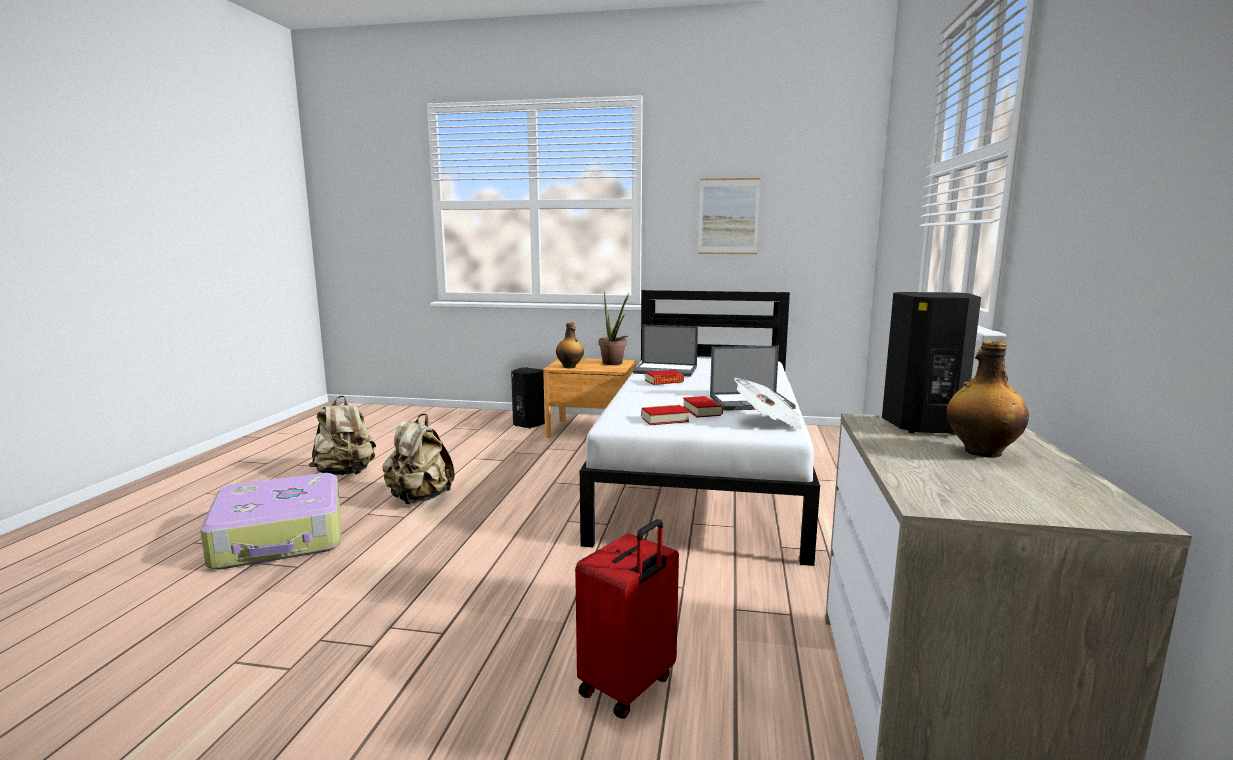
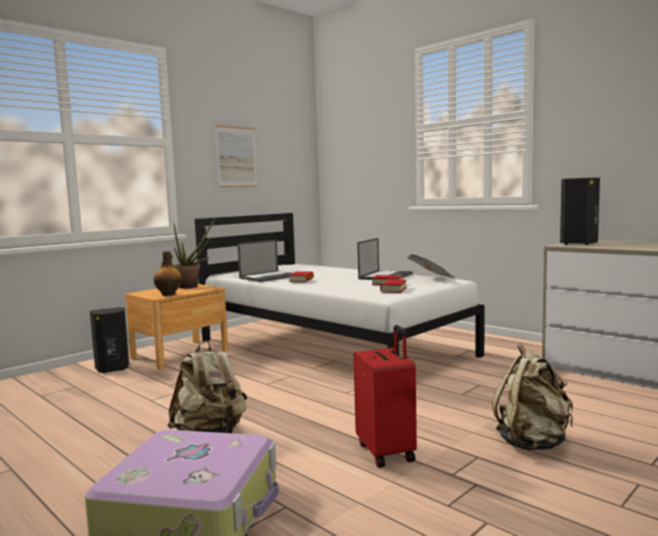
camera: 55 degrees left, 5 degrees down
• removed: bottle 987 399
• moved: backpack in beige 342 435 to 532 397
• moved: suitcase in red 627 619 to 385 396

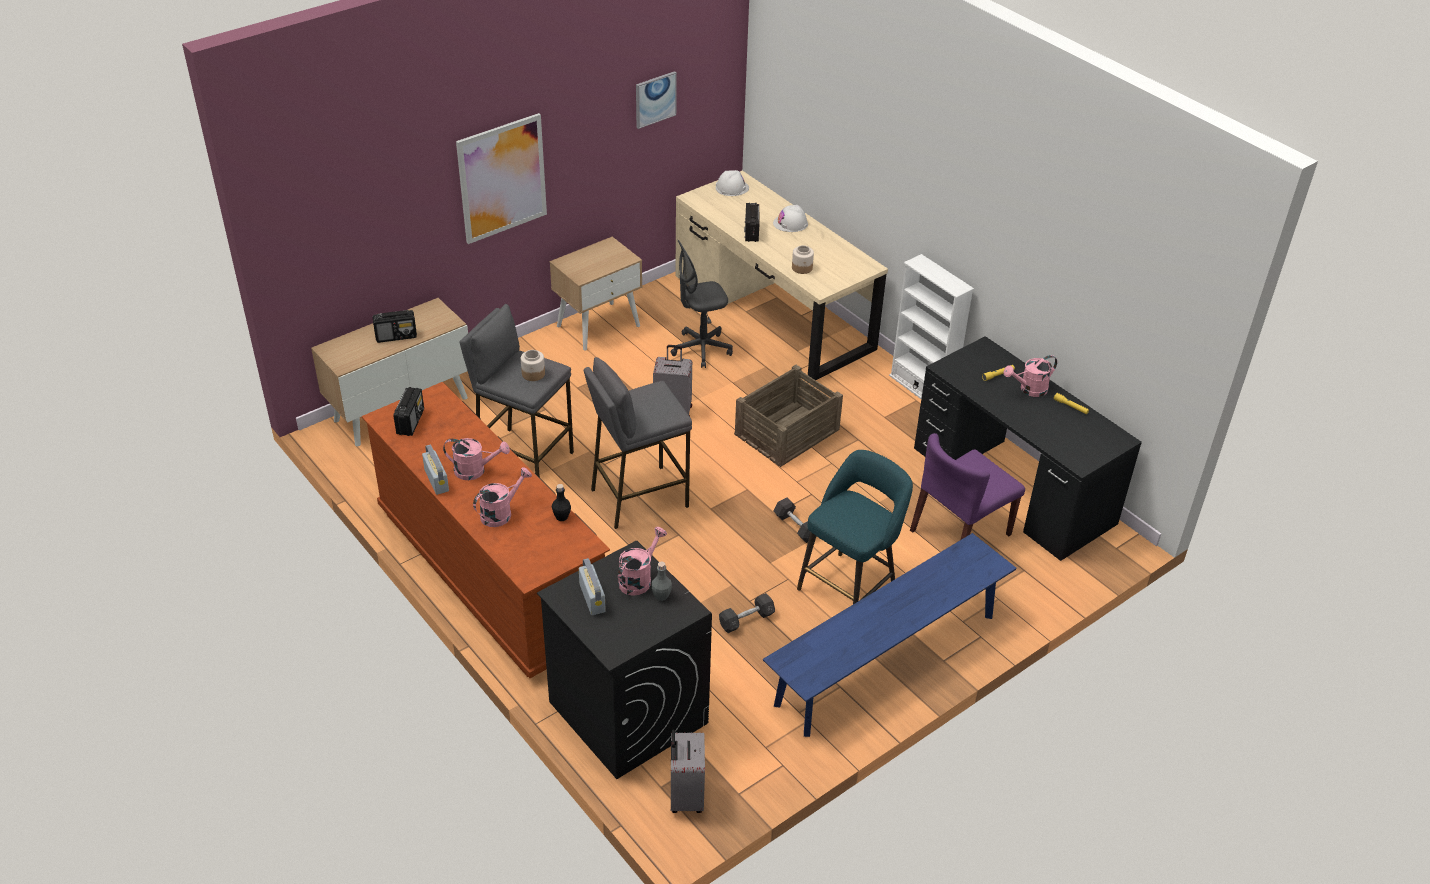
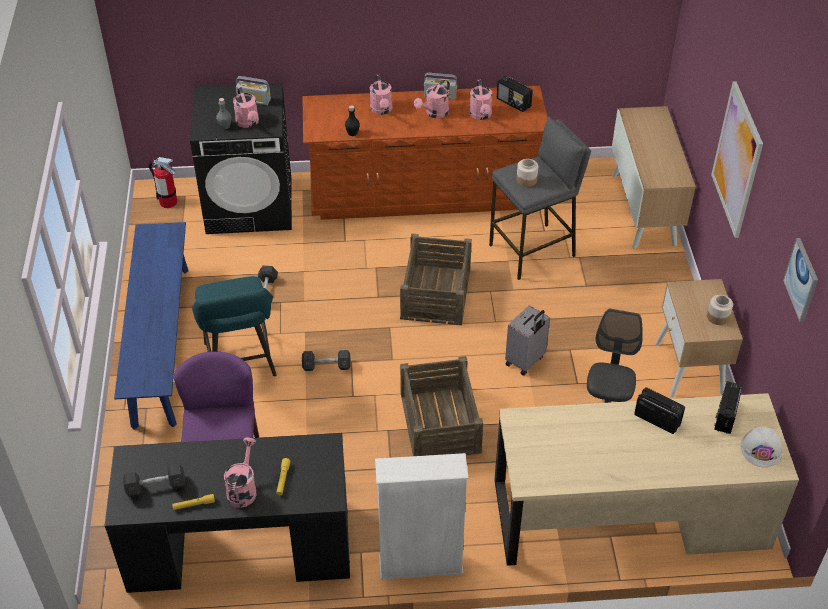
camera: 125 degrees right, 5 degrees up
• removed: hard hat in white 790 218
• added: dumbbell in grey 154 480
• added: watering can in pink 480 100
• moved: radio 395 326 to 728 407
• moved: jar 803 259 to 720 310
• replaced: stool in grey 638 443 to crate 436 279
• replaced: suitcase in grey 688 771 to fire extinguisher 163 182

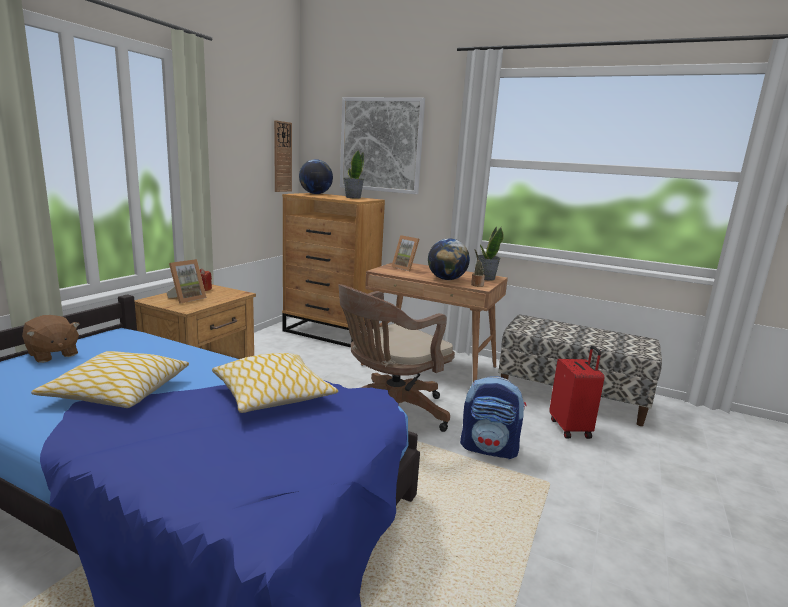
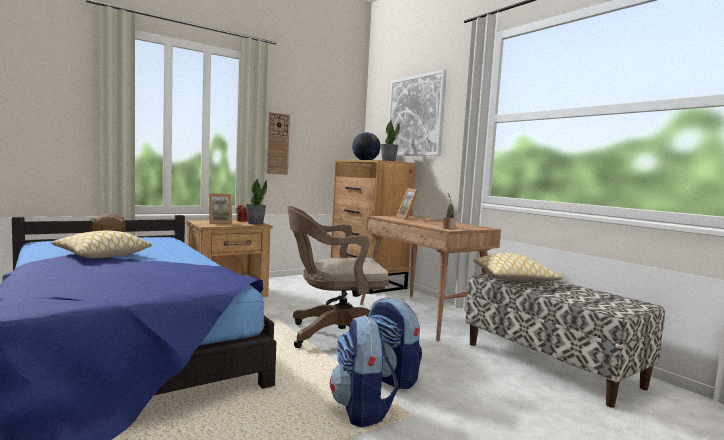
camera: 30 degrees right, 10 degrees down
• removed: globe 449 259
• removed: suitcase in red 576 392
• added: backpack 364 371
• moved: pillow 275 383 to 518 267
• moved: wall clock 283 156 to 278 143
• moved: potted plant 490 253 to 256 202

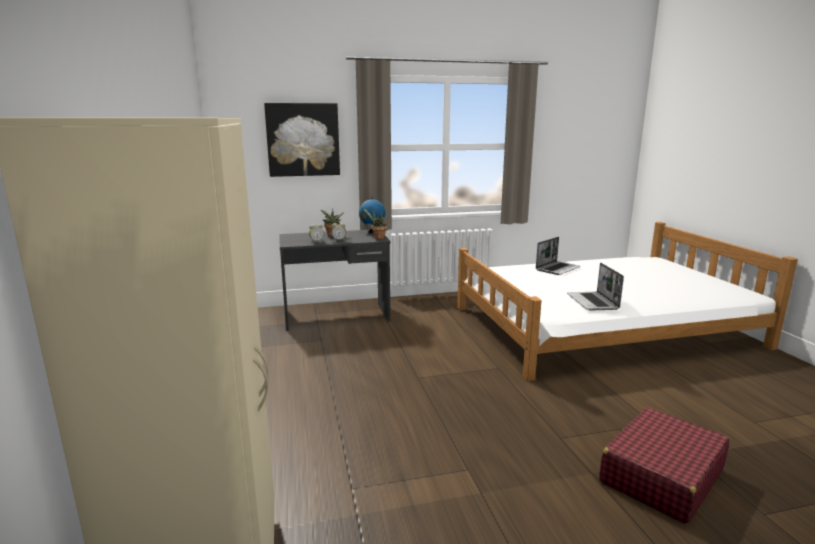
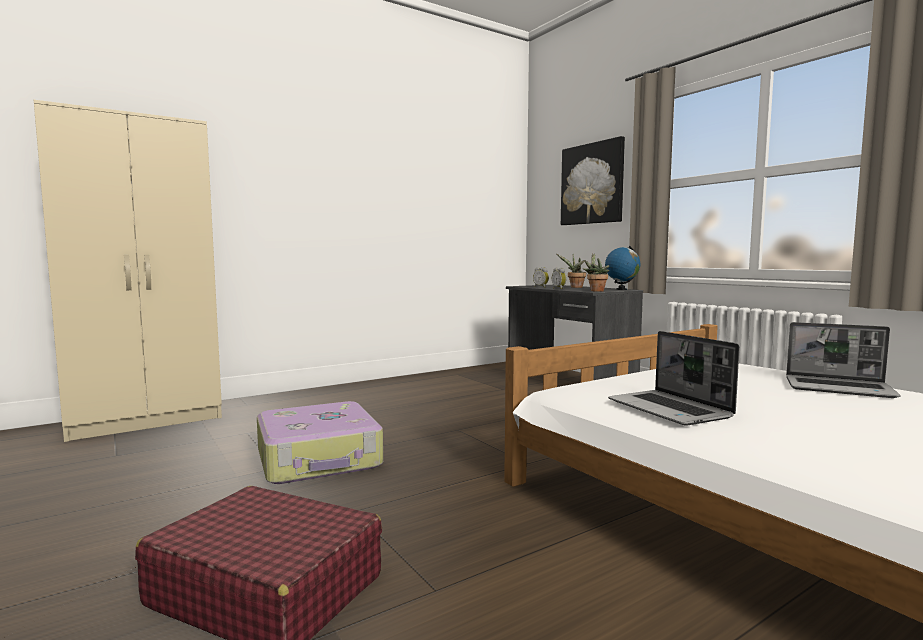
camera: 70 degrees right, 10 degrees down
• added: suitcase 320 442
• turned: laptop 595 286 = 674 378 90 degrees counterclockwise

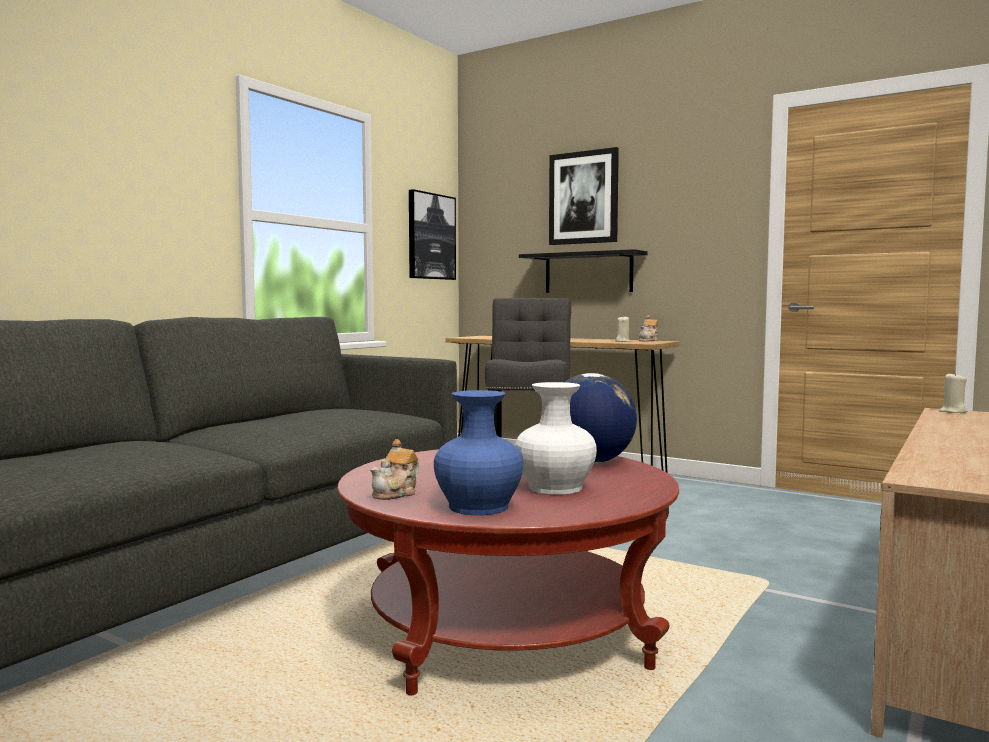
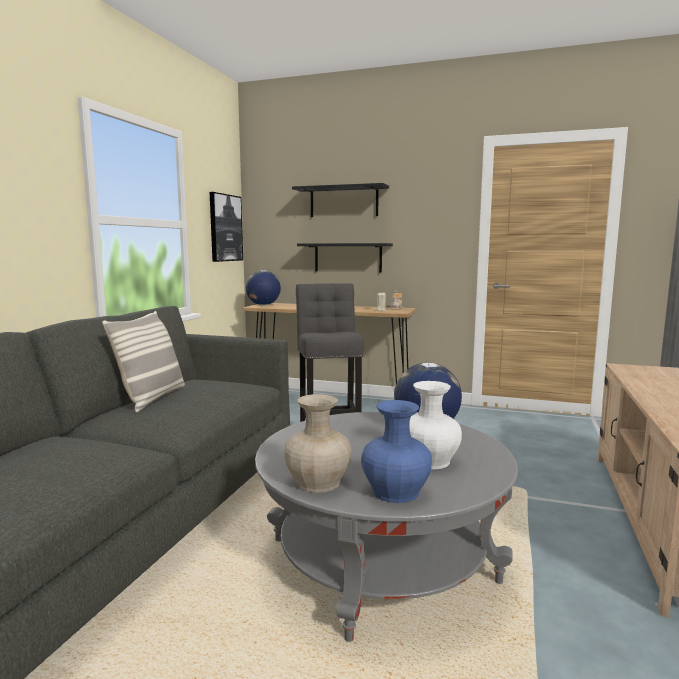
camera: 15 degrees left, 5 degrees up
• removed: candle in beige 953 392
• added: pillow 143 362
• added: globe 263 287
• replaced: teapot 394 469 to vase in beige 318 443
• replaced: picture 584 196 to shelf in black 340 200
• recoloured: coffee table in red 508 572 to coffee table in grey 386 527

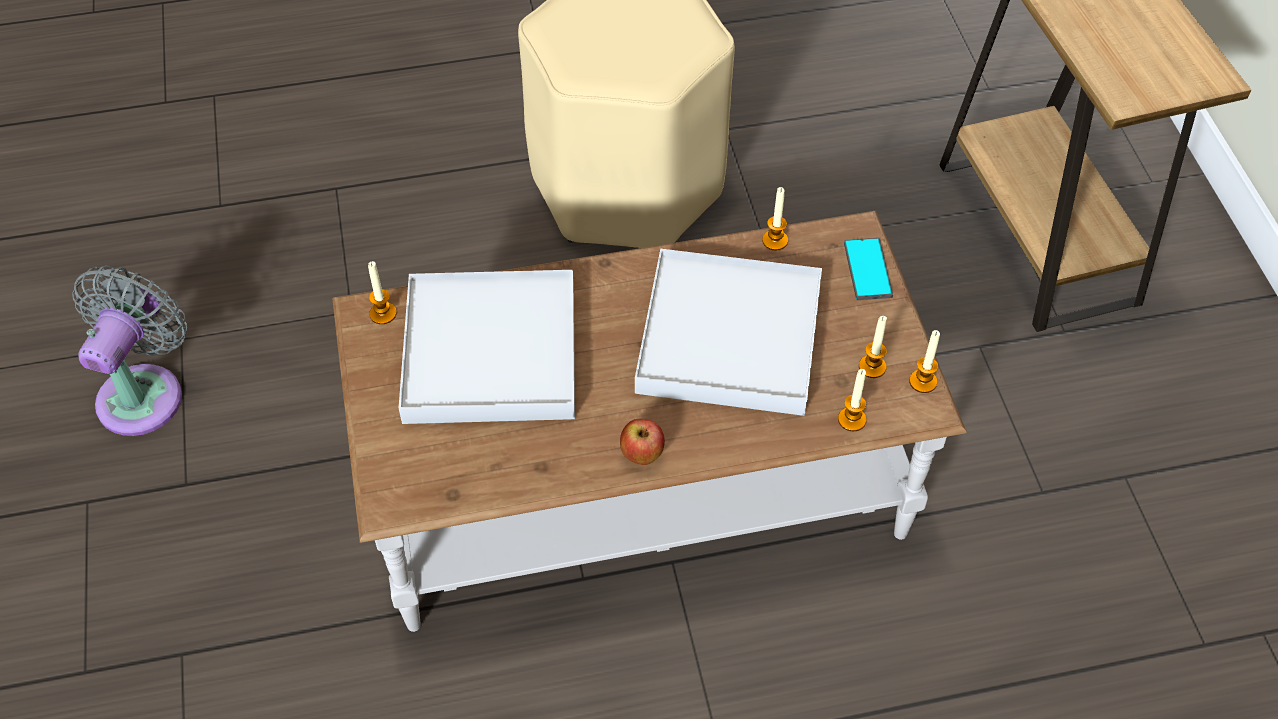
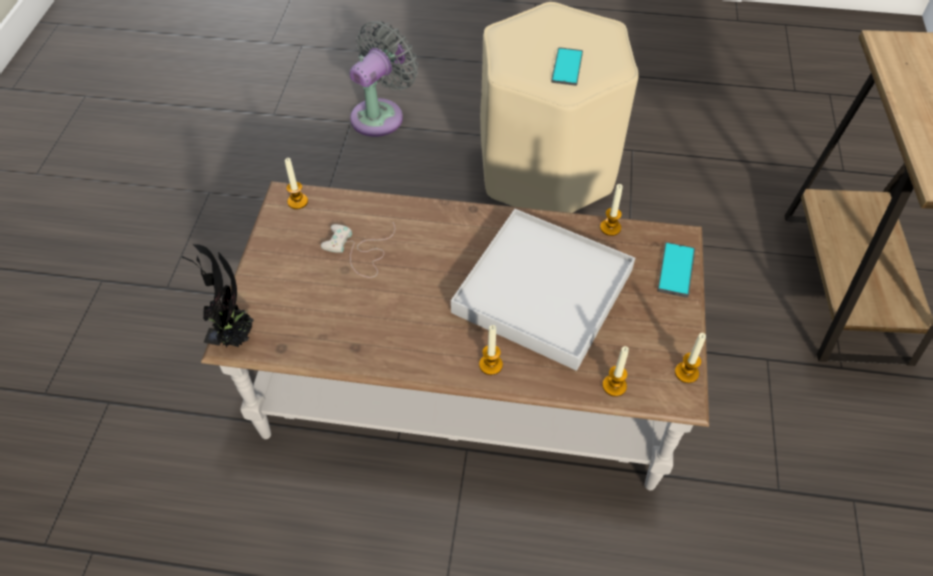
camera: 20 degrees right, 0 degrees up
• removed: apple 642 442
• added: potted plant 218 295
• added: phone 567 66
• moved: fan in grey 129 350 to 384 79
• moved: candle 873 347 to 491 350
• replaced: tray in white 487 347 to game controller in white 358 250

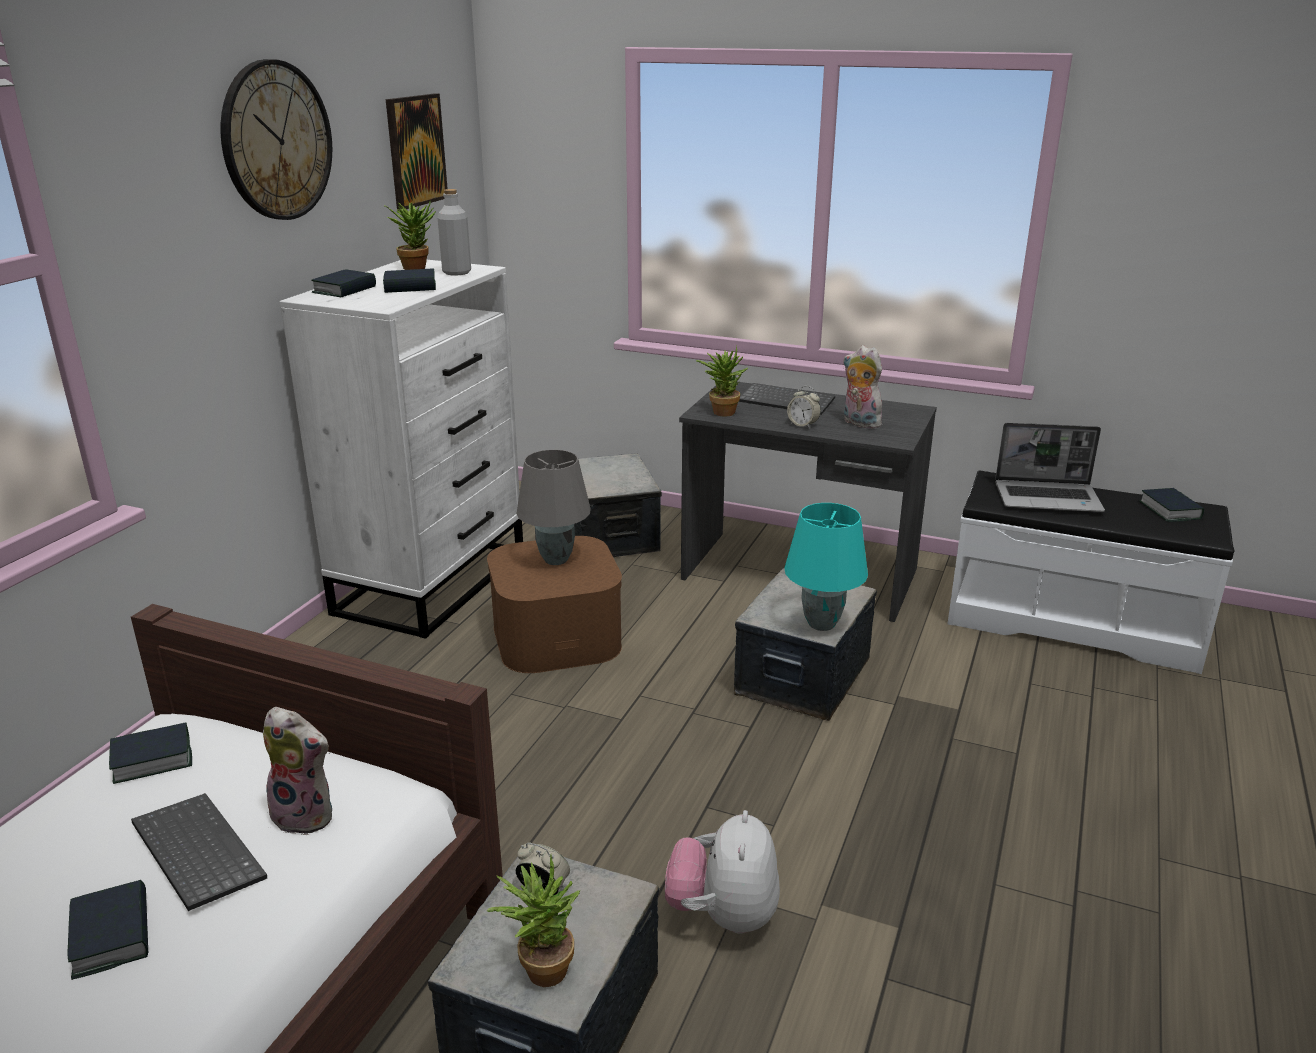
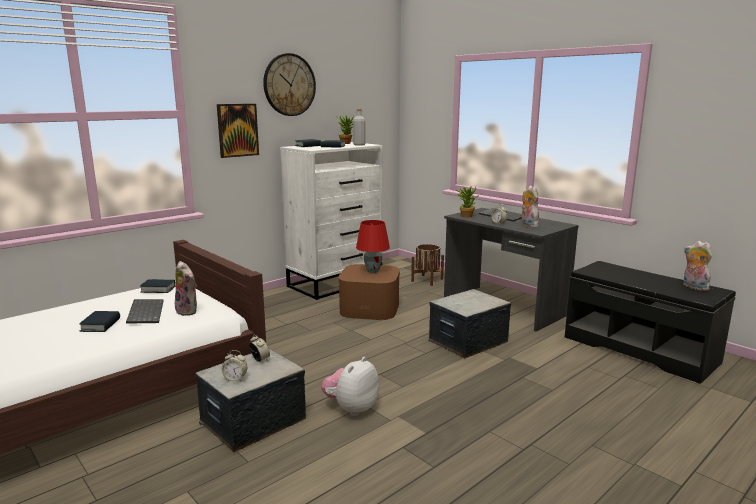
camera: 25 degrees right, 10 degrees down
• removed: table lamp in turquoise 826 567
• removed: laptop 1050 467
• moved: picture 417 151 to 238 131
• replaced: potted plant 533 920 to alarm clock 234 366
• replaced: storage box 618 505 to planter in brown 427 265
• replaced: book 1171 505 to plush toy 697 266
• recoloured: table lamp in grey 553 507 to table lamp in red 373 246
• recoloured: bench in white 1091 572 to bench in black 650 322

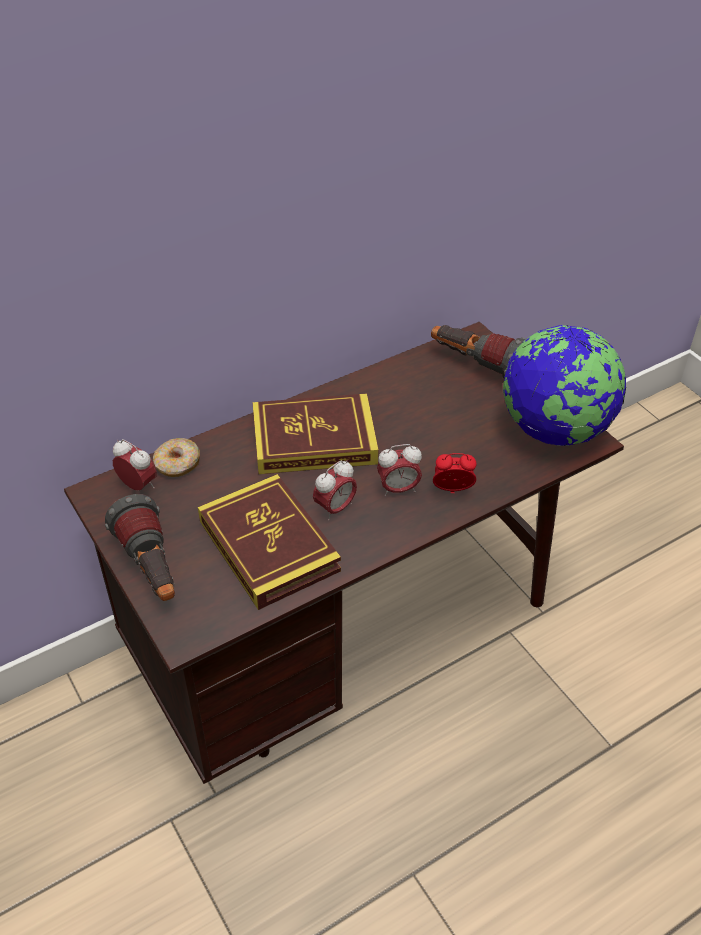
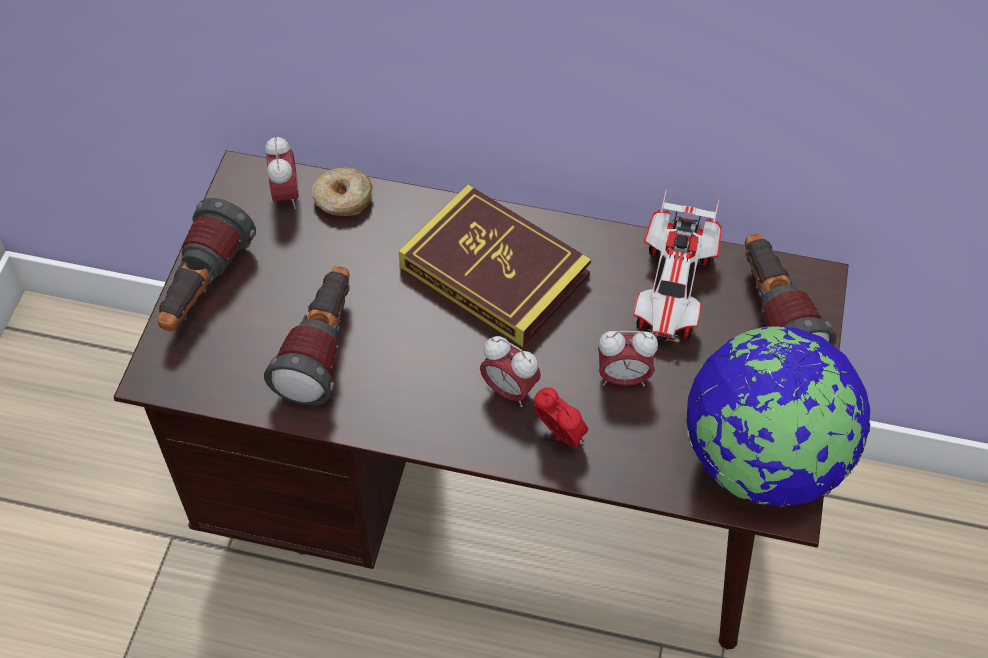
camera: 45 degrees right, 10 degrees up
• added: toy car 677 265
• moved: alarm clock 335 490 to 628 359
• replaced: book 269 542 to flashlight 307 336

